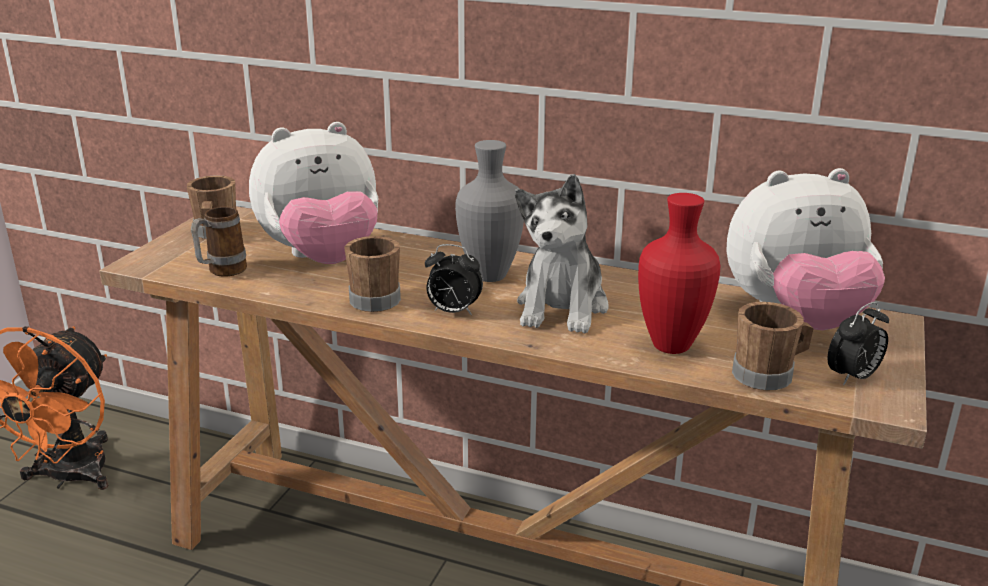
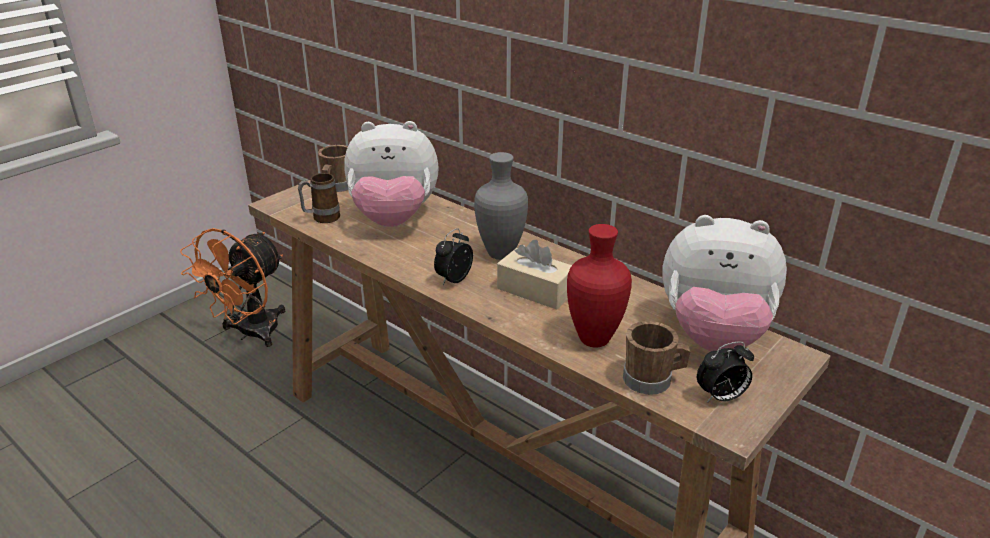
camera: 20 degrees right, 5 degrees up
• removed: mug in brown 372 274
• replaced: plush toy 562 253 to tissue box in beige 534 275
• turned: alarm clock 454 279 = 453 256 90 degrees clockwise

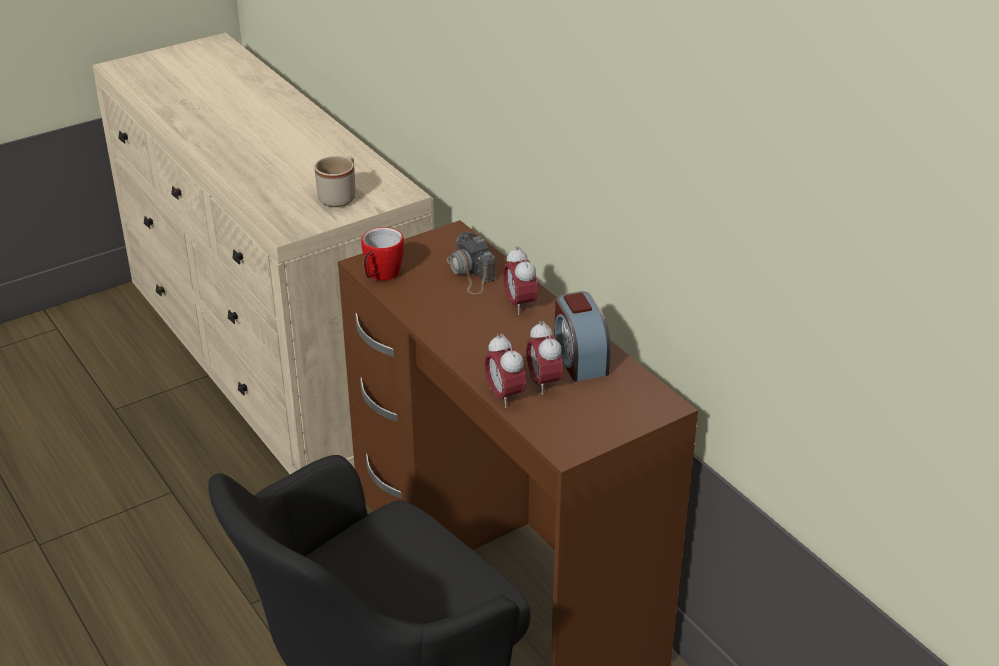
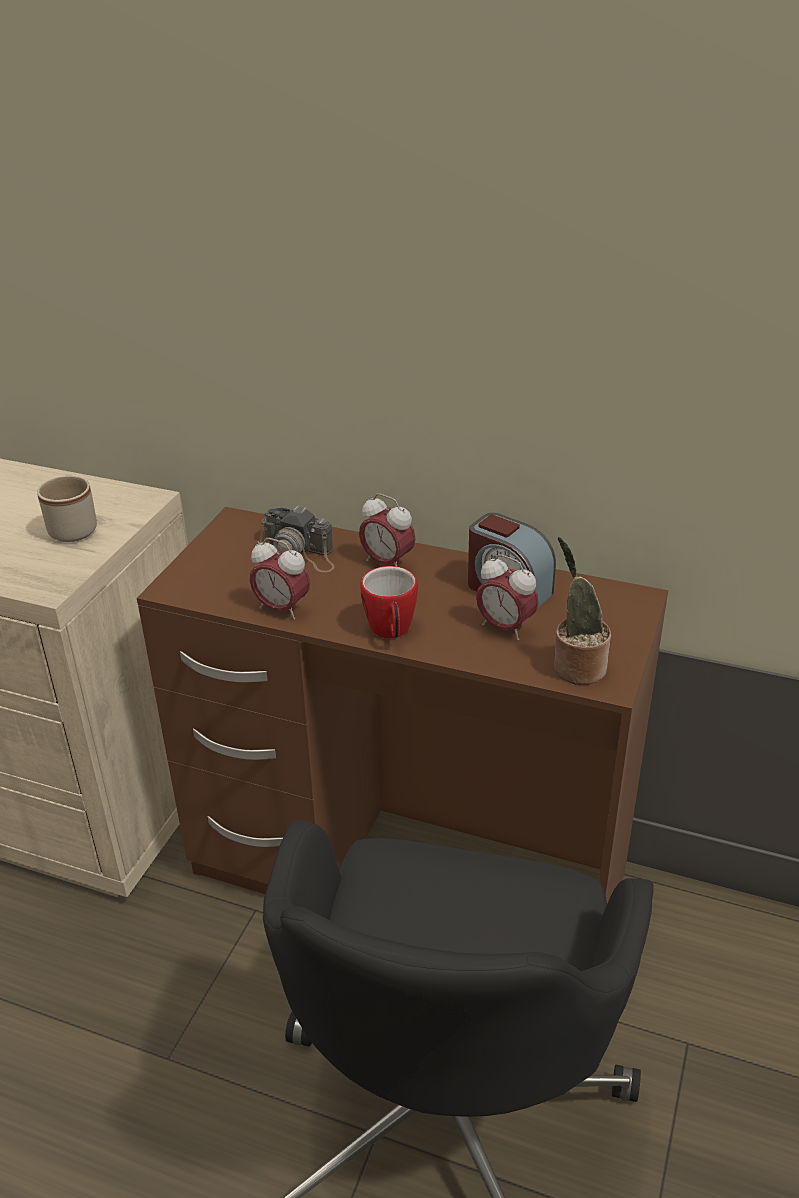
camera: 35 degrees left, 0 degrees up
• added: potted plant 582 611
• moved: mug 382 254 to 389 602
• moved: alarm clock 505 371 to 280 579

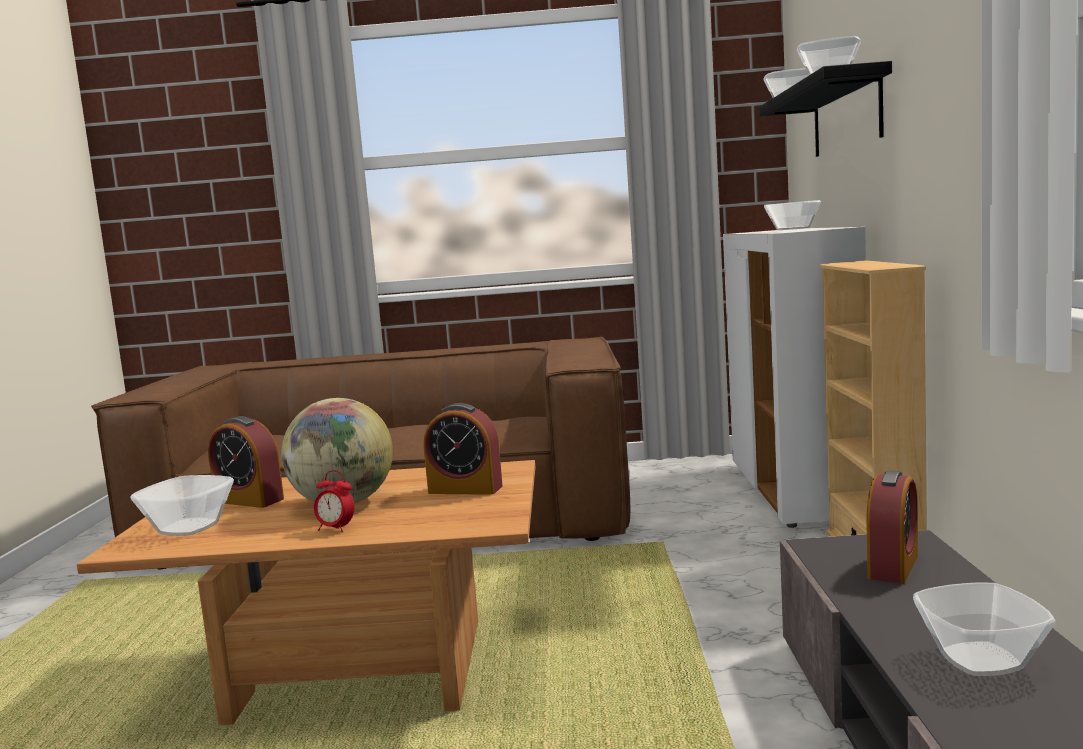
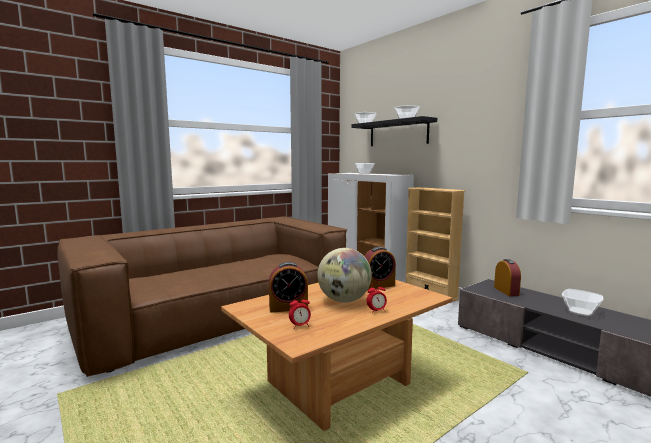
camera: 40 degrees left, 0 degrees up
• replaced: bowl 182 505 to alarm clock 300 312

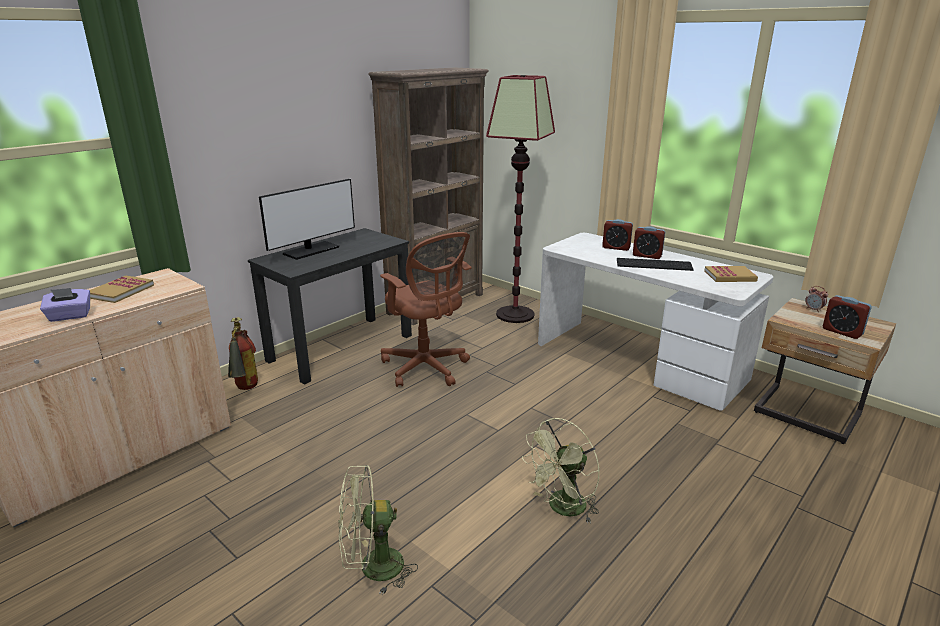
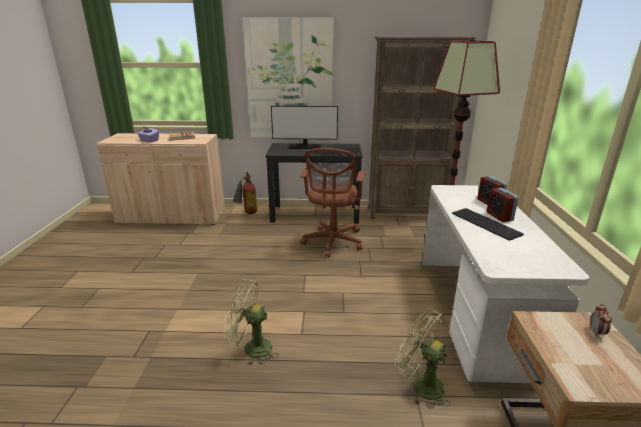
camera: 50 degrees right, 0 degrees up
• removed: book 731 274
• removed: alarm clock 847 317
• added: picture 288 78
• moved: fan in green 378 530 to 422 358

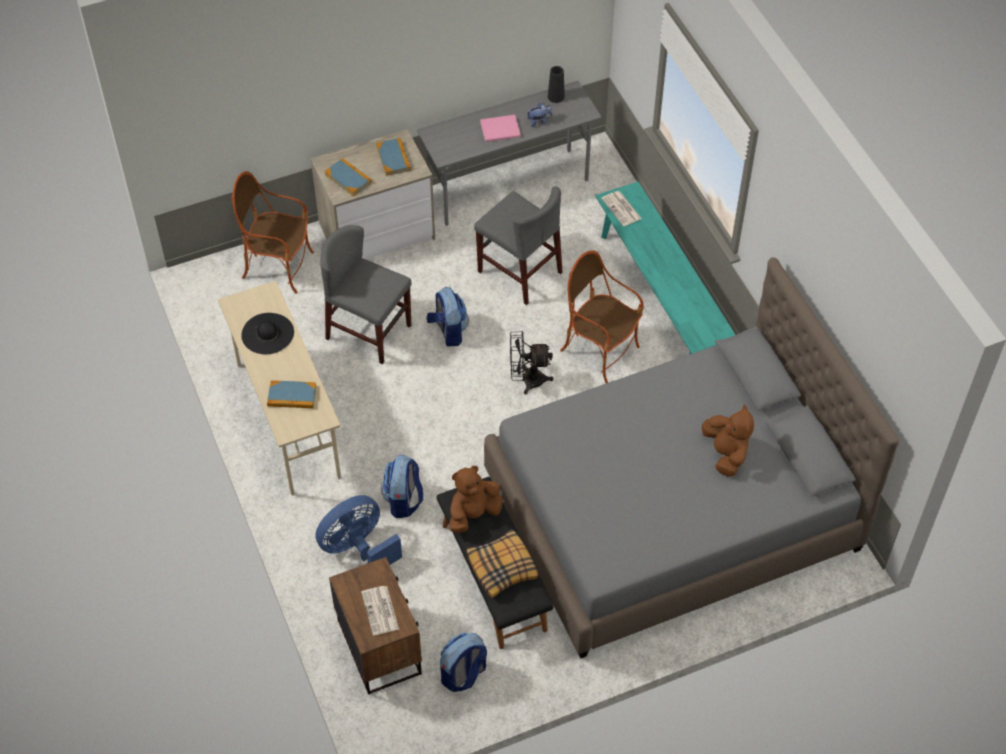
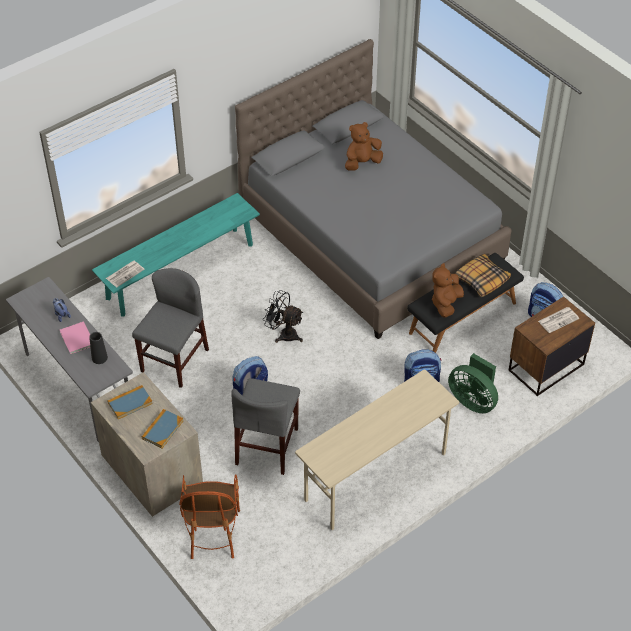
camera: 105 degrees left, 5 degrees down
• removed: hat in black 267 333
• removed: book 292 394
• removed: armchair 602 316
• moved: vase in black 556 84 to 98 348
• recoloured: fan in blue 358 530 to fan in green 473 383
• turned: plush toy in brown 476 499 = 448 290 75 degrees clockwise
• turned: fan in black 532 362 = 283 316 135 degrees clockwise

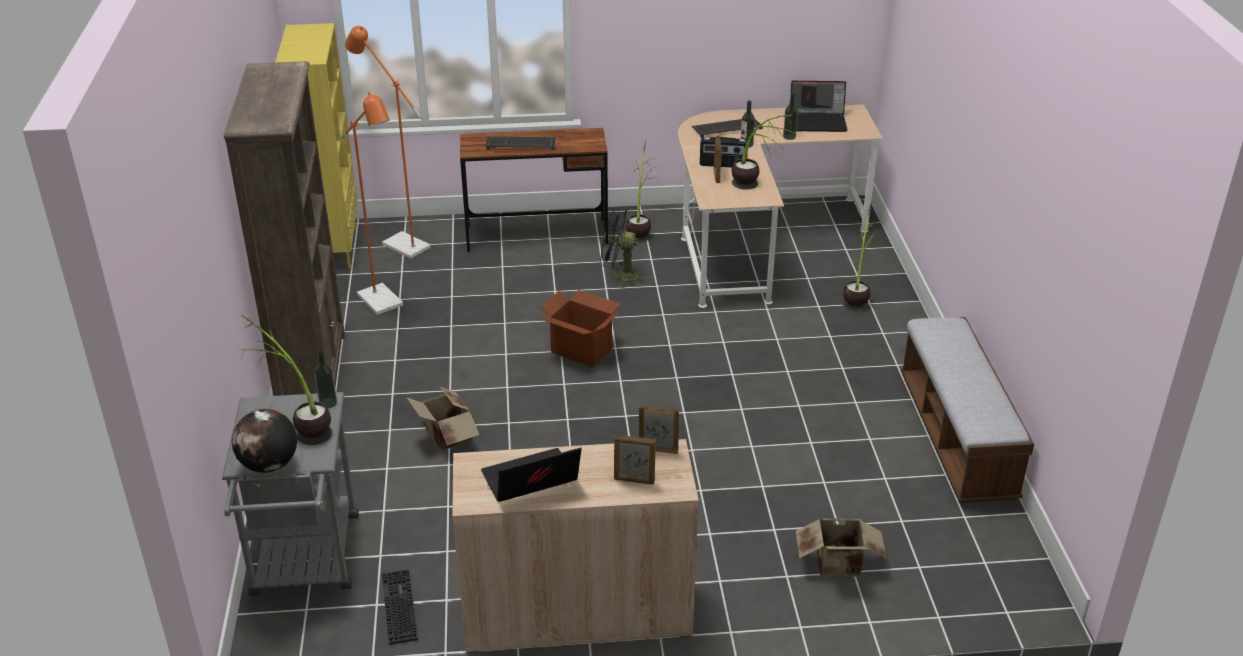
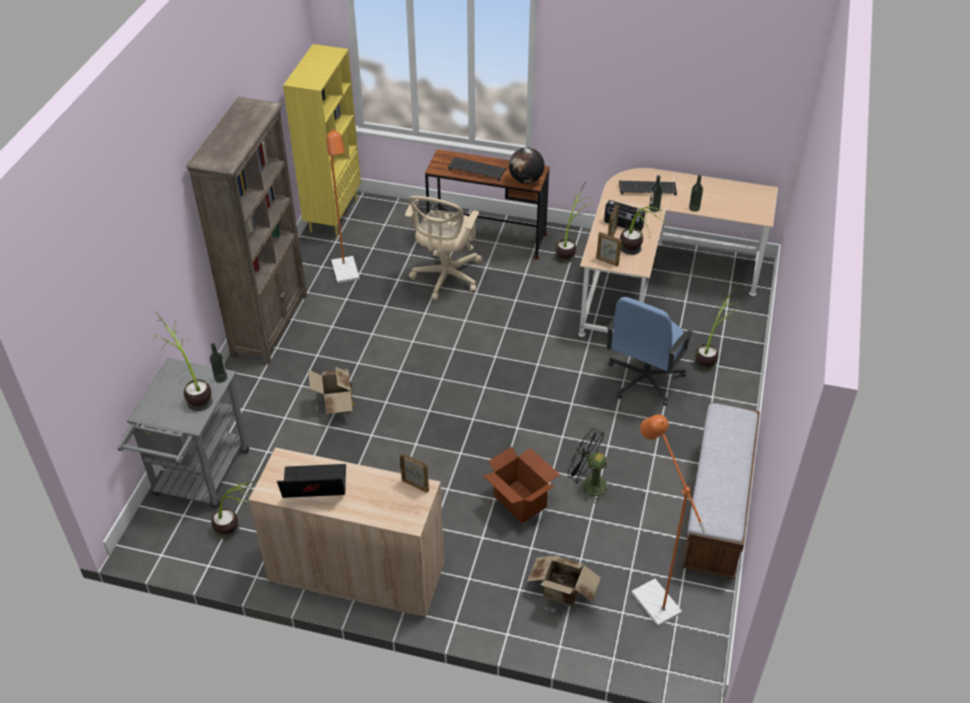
camera: 20 degrees right, 10 degrees up
• removed: laptop 819 106
• added: office chair in beige 443 248
• added: office chair in blue 650 351
• moved: globe 264 441 to 526 166
• moved: floor lamp in orange 388 142 to 669 520
• moved: cardboard box 581 328 to 521 485
• moved: fan in black 624 248 to 589 465
• moved: picture frame 635 459 to 609 249
• replaced: keyboard 400 607 to potted plant 234 509

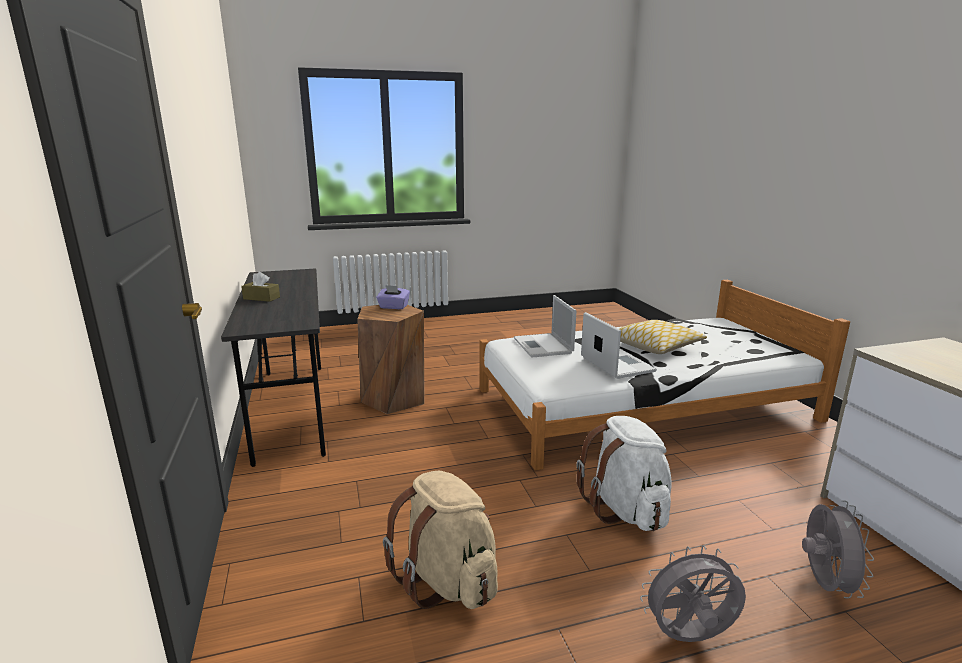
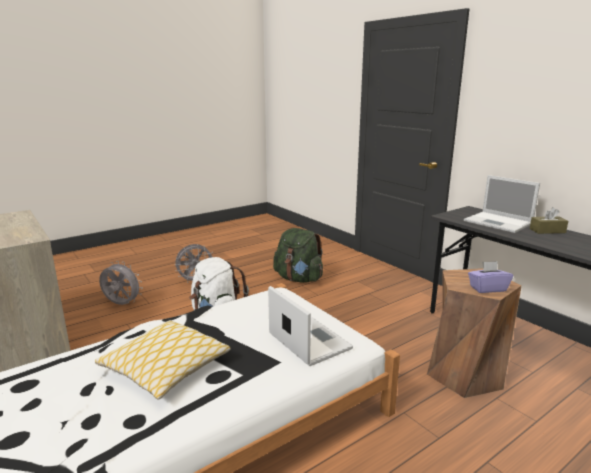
camera: 160 degrees right, 0 degrees up
• moved: laptop 619 345 to 502 204
• recoloured: backpack in beige 440 540 to backpack in green 298 255
• turned: fan in grey 838 549 = 121 283 120 degrees clockwise

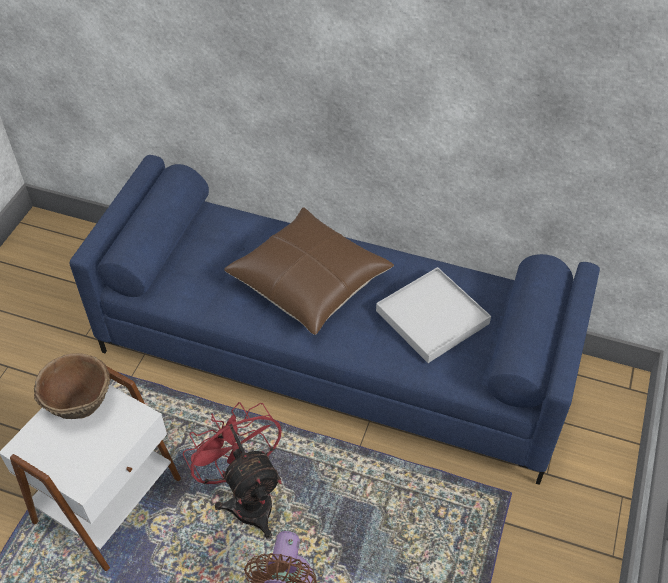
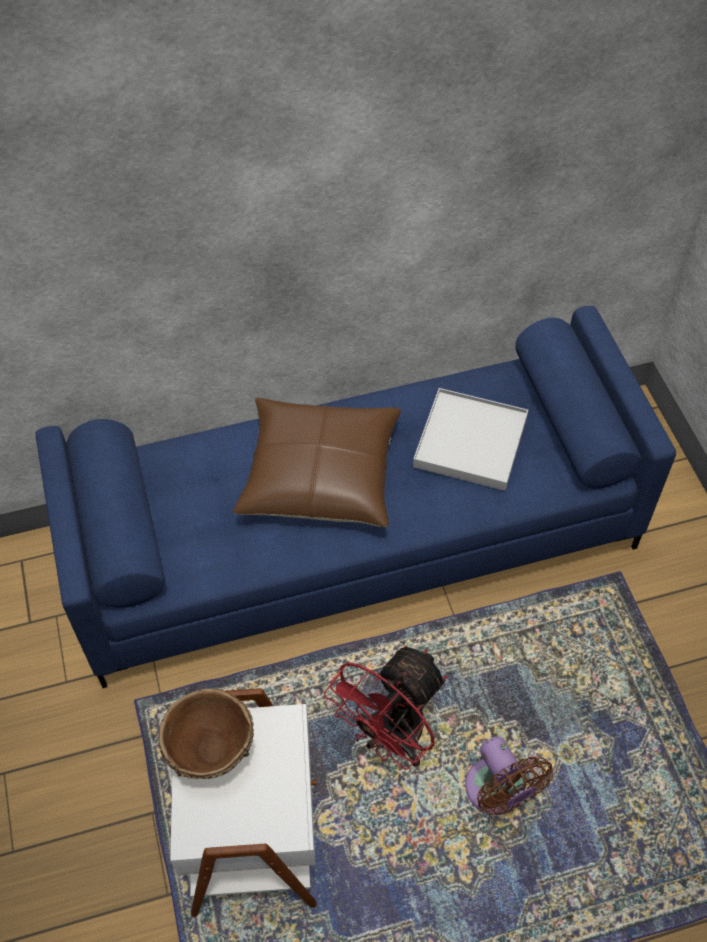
camera: 35 degrees left, 5 degrees up
• turned: fan in red 232 470 = 385 708 75 degrees counterclockwise

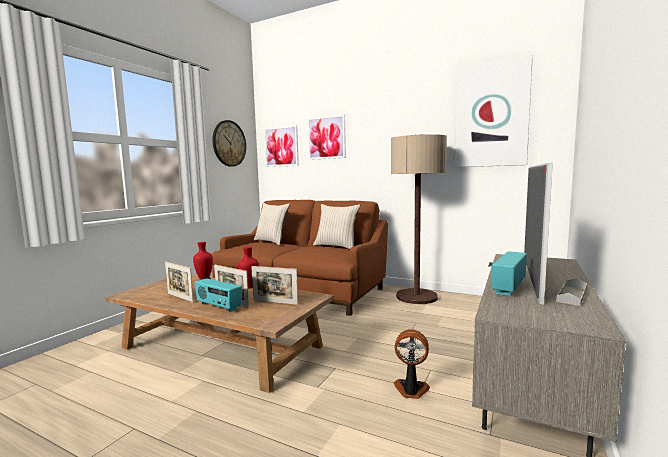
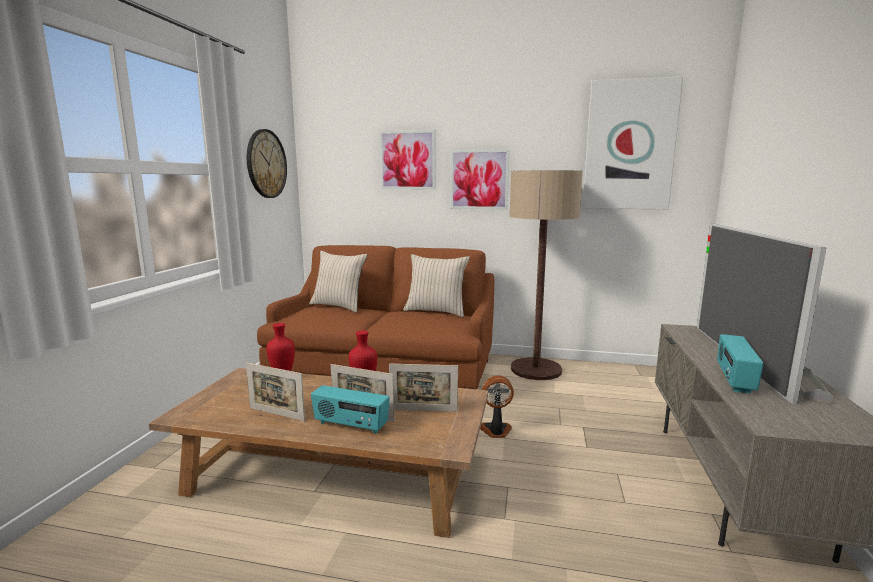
camera: 15 degrees left, 5 degrees up
• moved: picture 281 146 to 480 179
• moved: fan 412 364 to 497 407

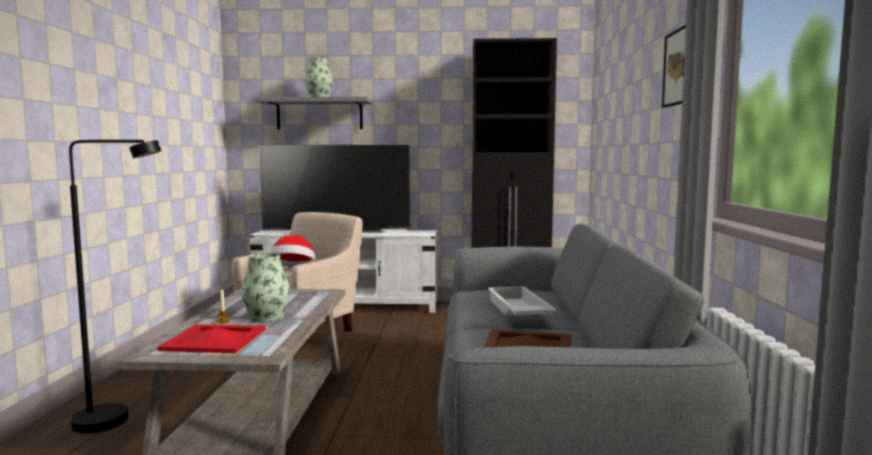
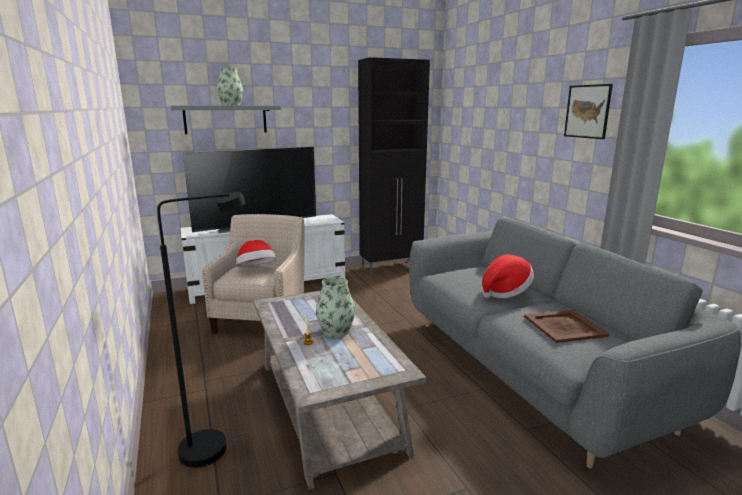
camera: 25 degrees left, 10 degrees up
• removed: tray in red 212 338
• replaced: tray in white 522 300 to hat 508 276

